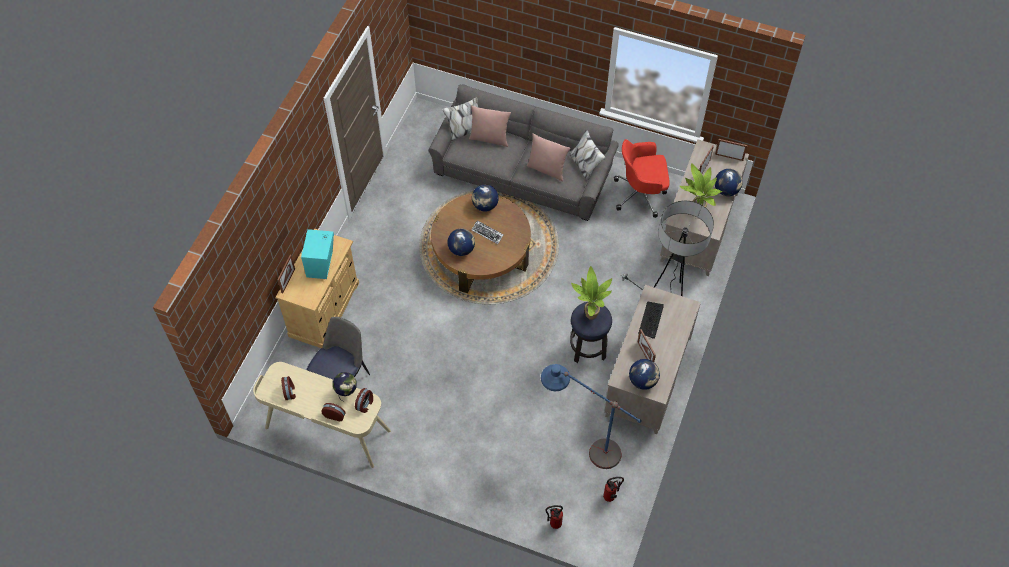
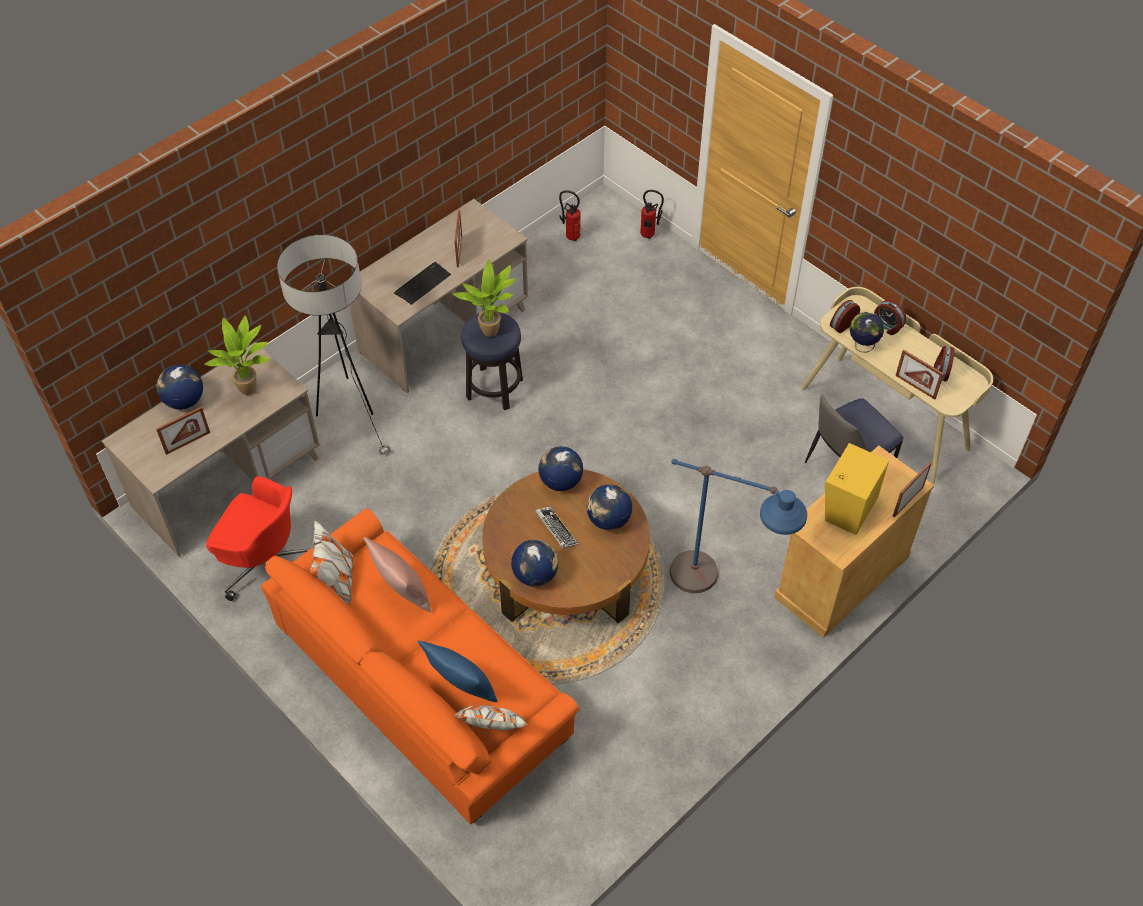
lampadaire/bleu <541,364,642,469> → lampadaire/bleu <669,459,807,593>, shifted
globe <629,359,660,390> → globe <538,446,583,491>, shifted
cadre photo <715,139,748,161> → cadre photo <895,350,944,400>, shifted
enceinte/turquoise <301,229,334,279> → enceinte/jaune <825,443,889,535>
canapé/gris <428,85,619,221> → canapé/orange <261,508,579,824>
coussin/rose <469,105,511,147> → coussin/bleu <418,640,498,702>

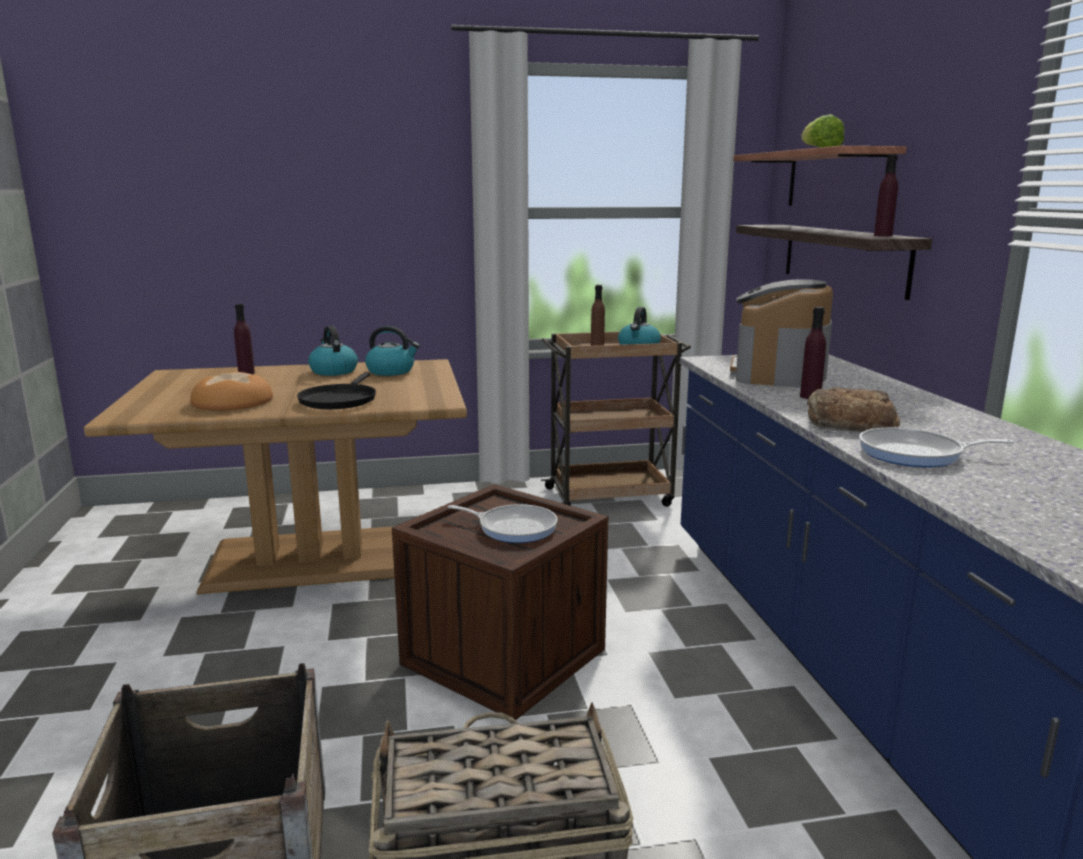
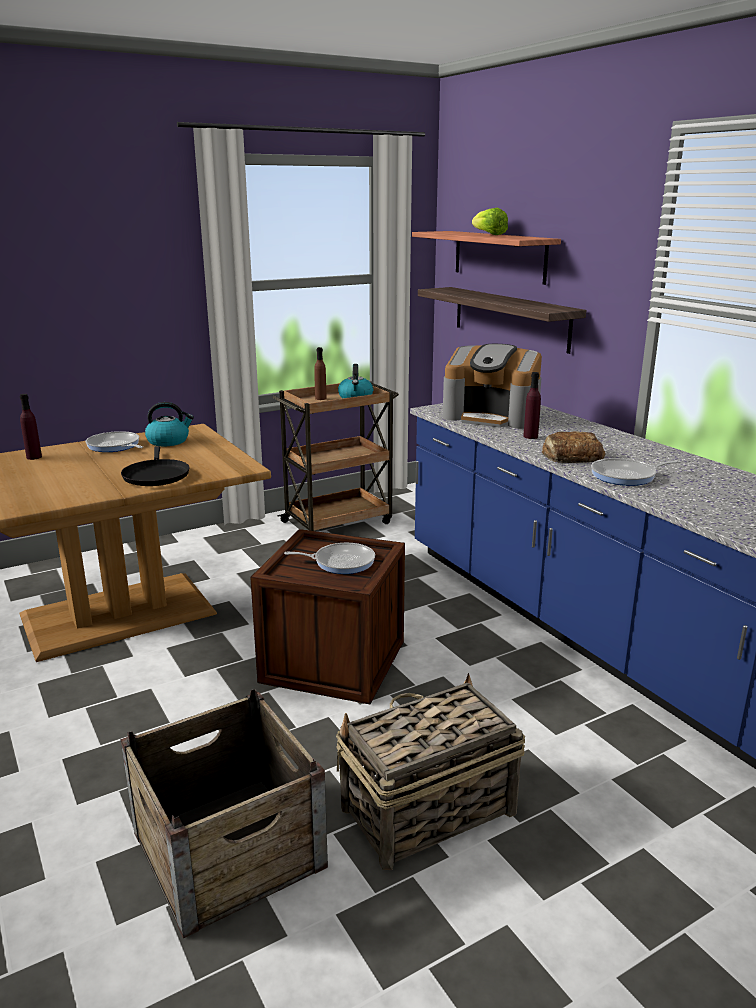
pain <190,372,273,411> → -
bouteille/violet <874,154,898,236> → -
bouilloire <308,326,358,376> → poêle <86,431,143,452>
machine à café <730,279,833,387> → machine à café <443,344,542,429>, 60 degrees counterclockwise

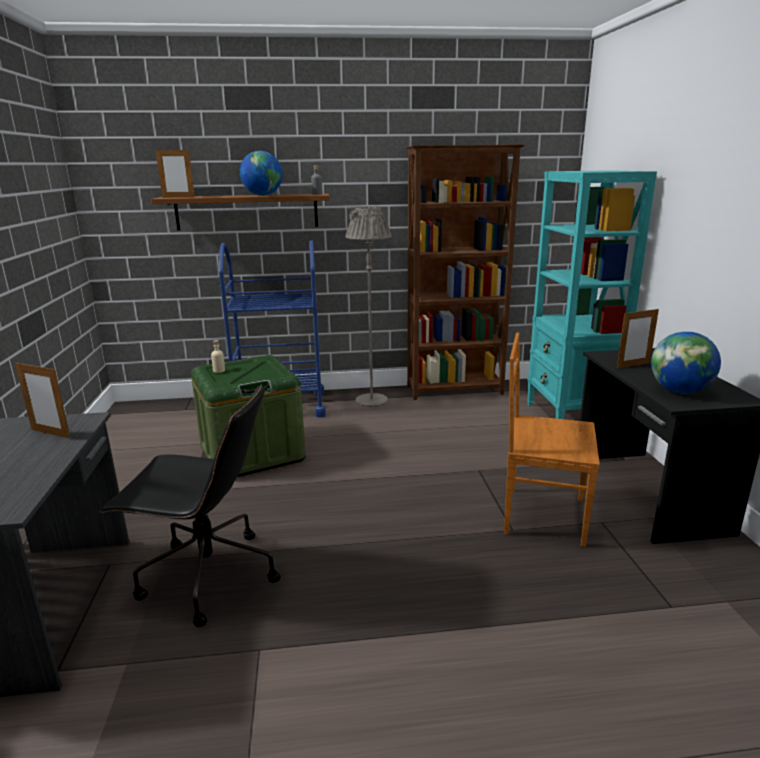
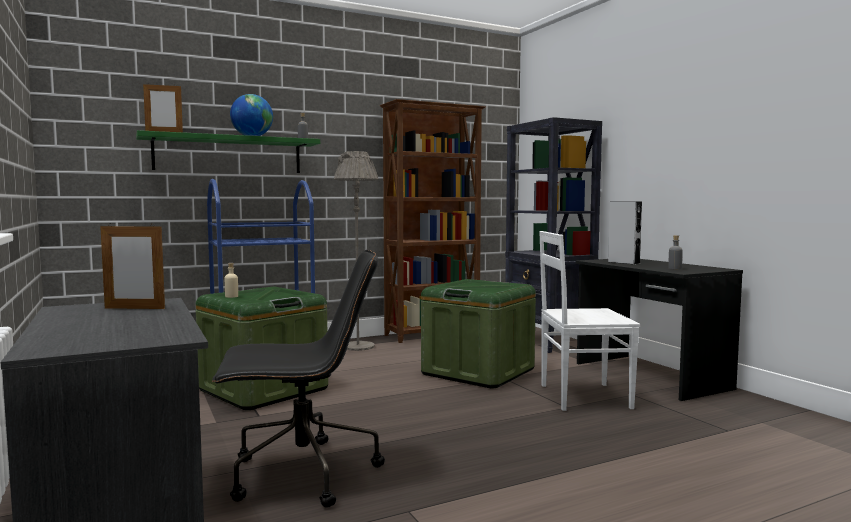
- → boîte de rangement/vert <421,279,536,388>
cadre photo <617,309,659,368> → enceinte/gris <608,202,642,265>
globe <651,331,721,394> → bouteille/gris <668,235,683,270>
étagère/marron <151,194,330,230> → étagère/vert <136,130,320,173>
chaise/marron <504,333,600,547> → chaise/blanc <539,231,640,411>
bibliothèque/turquoise <527,170,657,419> → bibliothèque/noir <505,117,602,353>

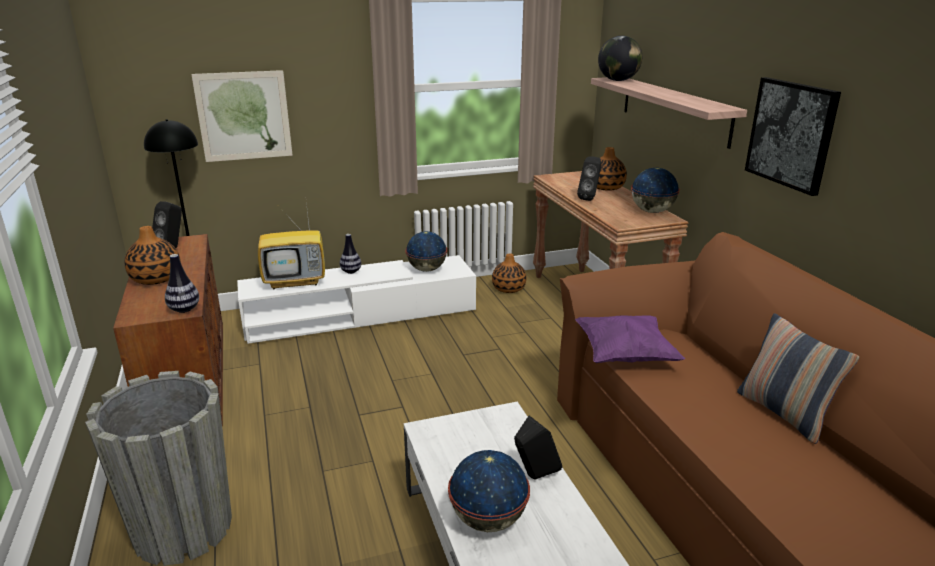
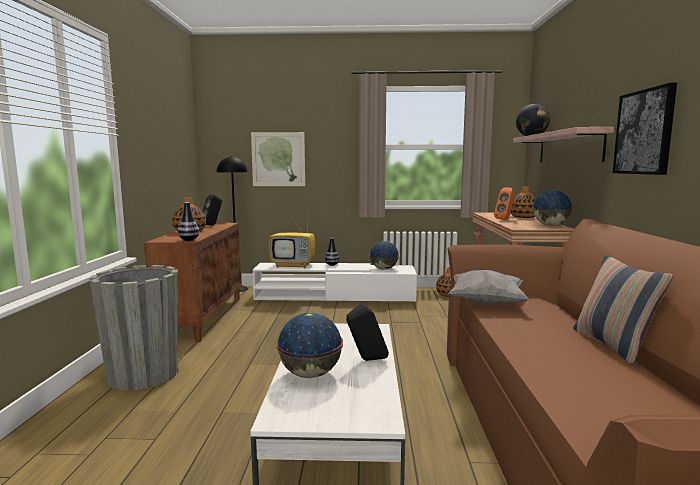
coussin/violet <575,316,685,363> → coussin/gris <449,270,530,305>
enceinte/noir <577,156,601,201> → enceinte/orange <494,188,515,220>

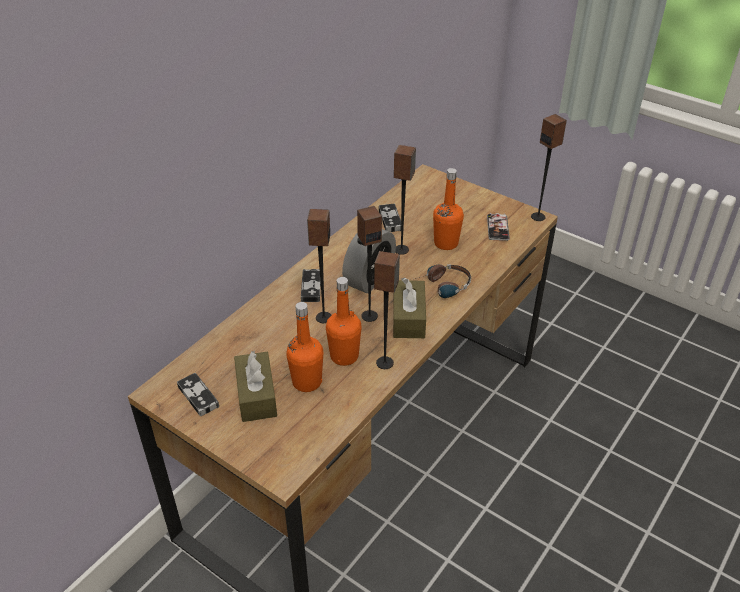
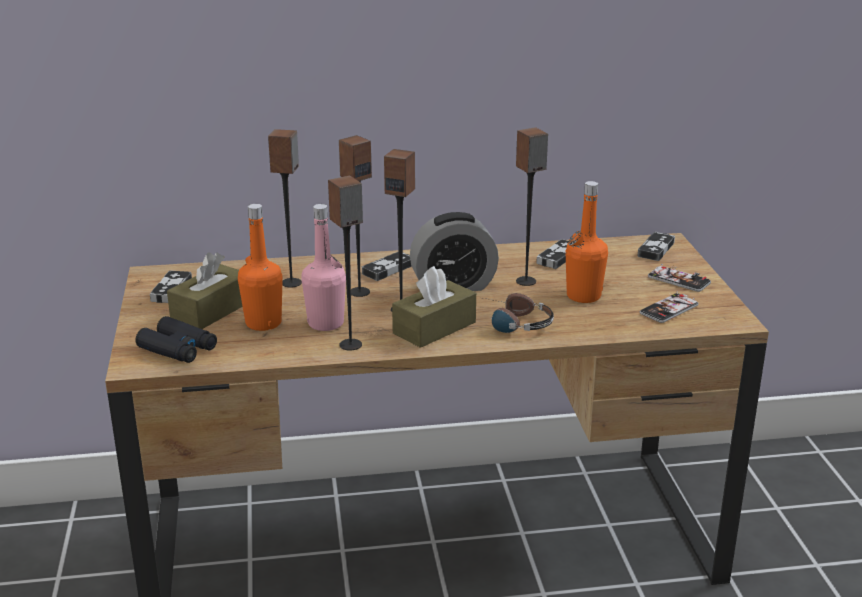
- → jumelles/noir <136,316,217,363>
- → manette <637,232,675,261>
- → téléphone <648,264,711,292>
enceinte <531,114,567,221> → enceinte <268,129,302,288>, shifted
bouteille/orange <326,277,362,366> → bouteille/rose <301,204,346,331>

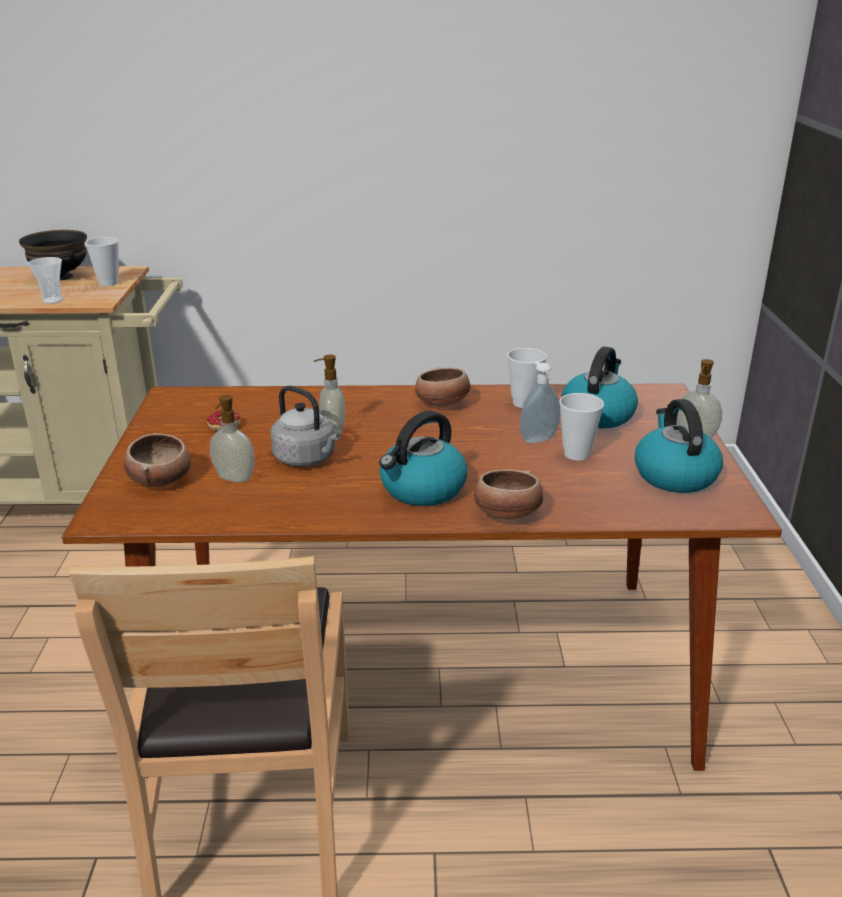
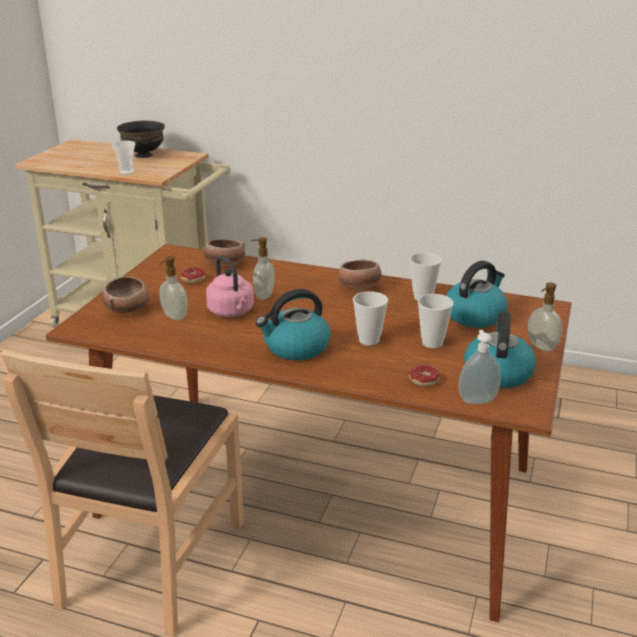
- → beignet <409,365,440,386>
tasse <85,237,119,286> → tasse <353,291,388,346>, shifted
bol <474,469,543,520> → bol <204,239,245,267>, shifted
distributeur de savon <520,361,560,443> → distributeur de savon <458,330,501,404>, shifted
bouilloire/gris <271,386,340,467> → bouilloire/rose <206,256,254,317>

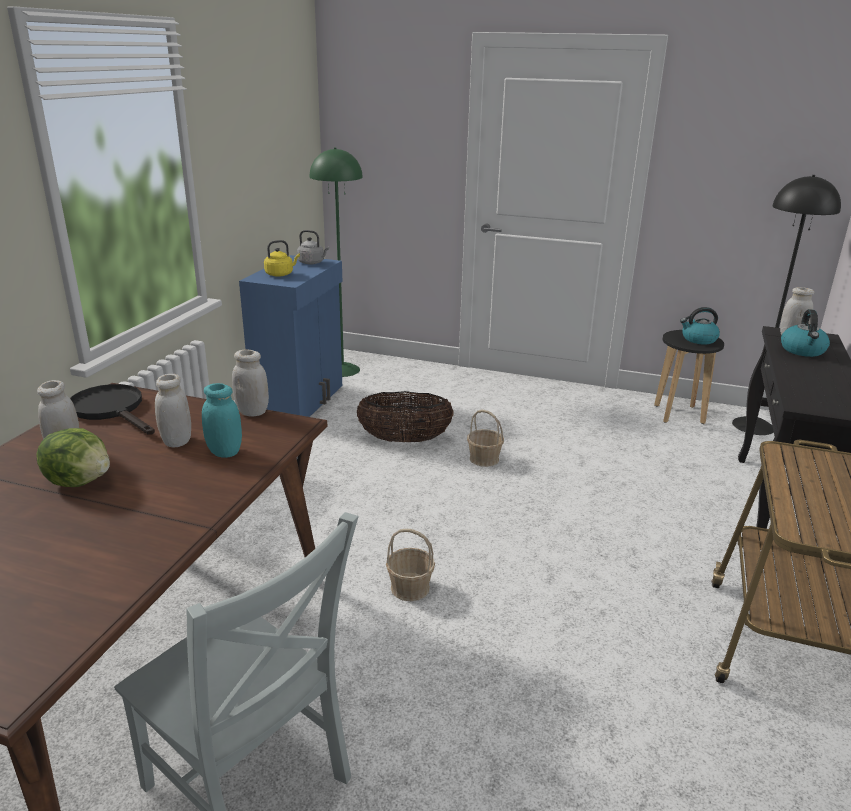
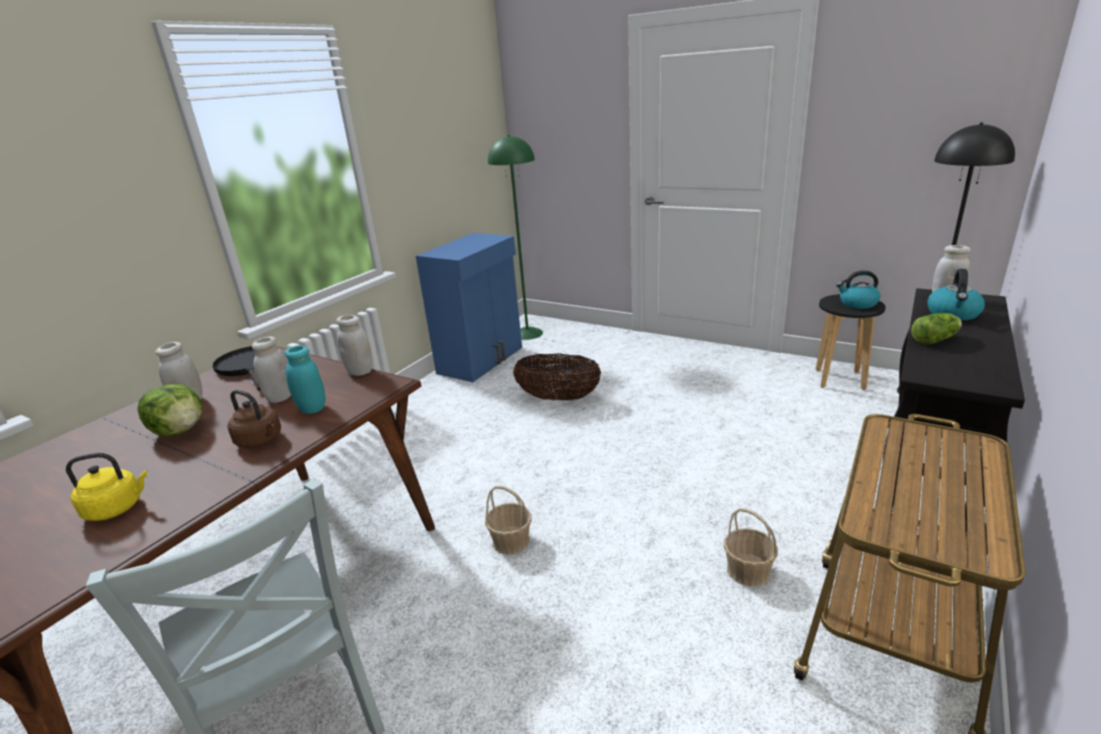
bouilloire/gris <297,230,329,265> → -
- → bouilloire/marron <227,390,281,448>
- → laitue <911,313,962,344>
bouilloire/jaune <264,240,300,277> → bouilloire/jaune <66,453,148,521>, shifted
panier <467,410,504,467> → panier <724,508,778,587>, shifted

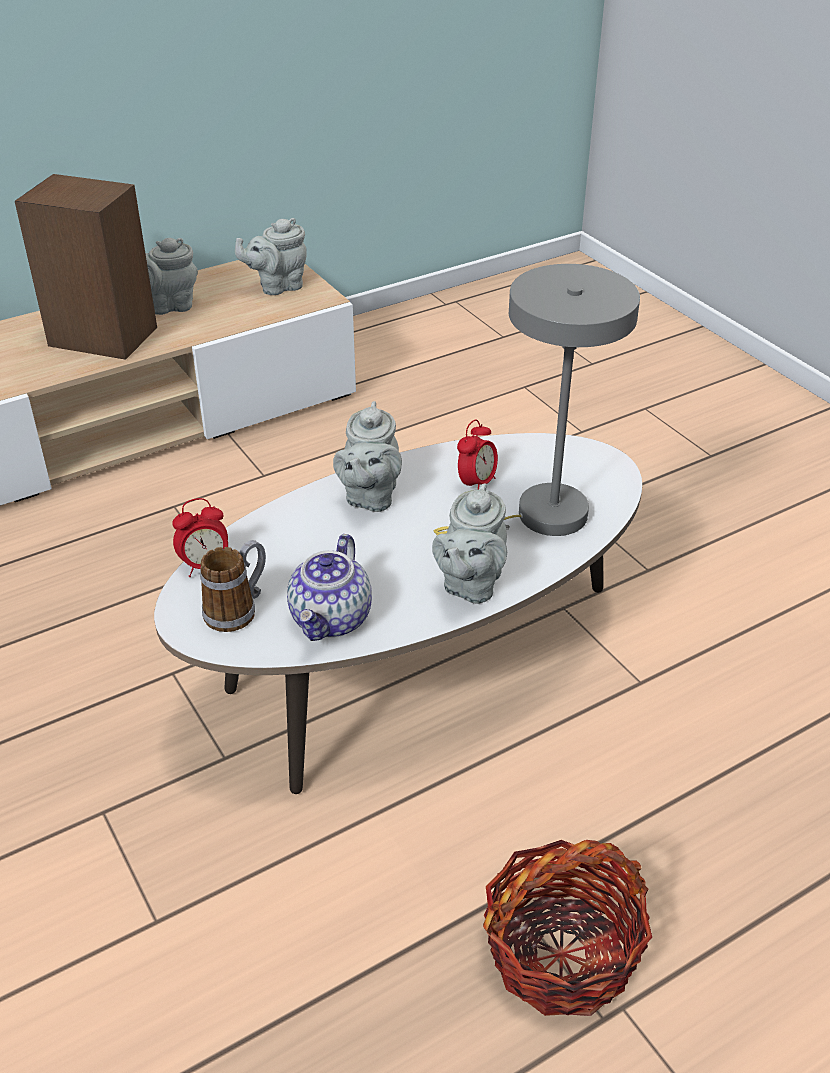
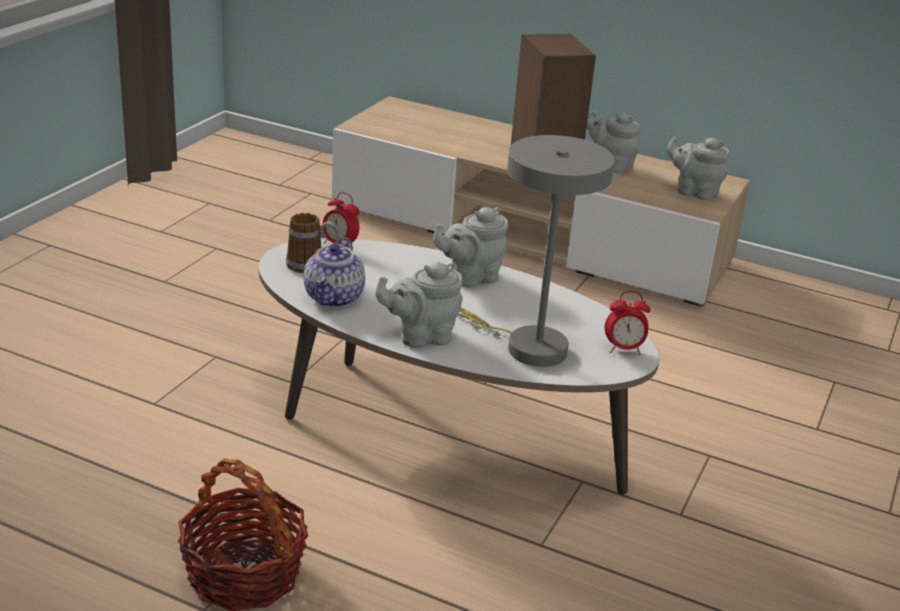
réveil <457,420,498,490> → réveil <605,291,651,355>, shifted
théière <287,534,372,641> → théière <304,237,365,308>, 60 degrees counterclockwise

